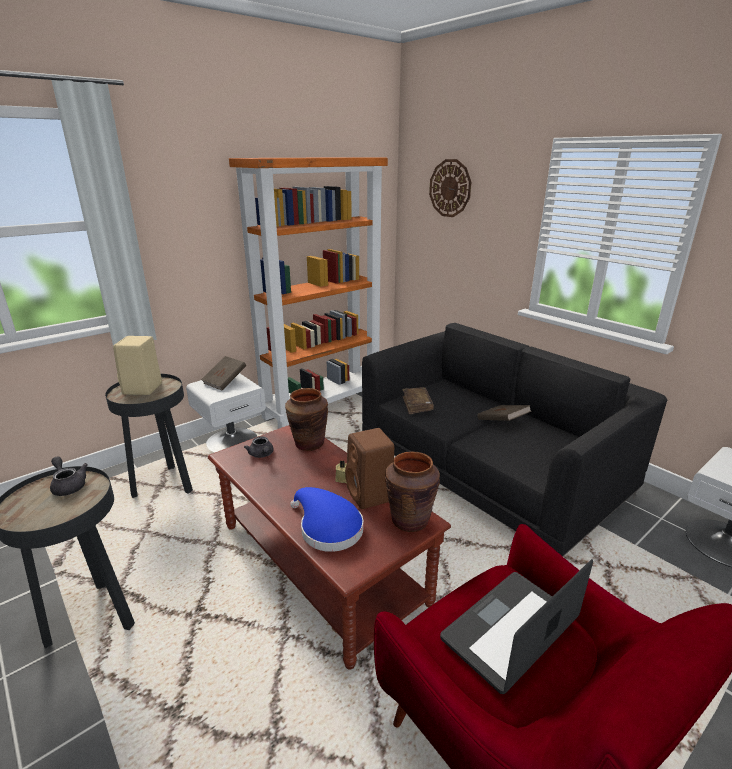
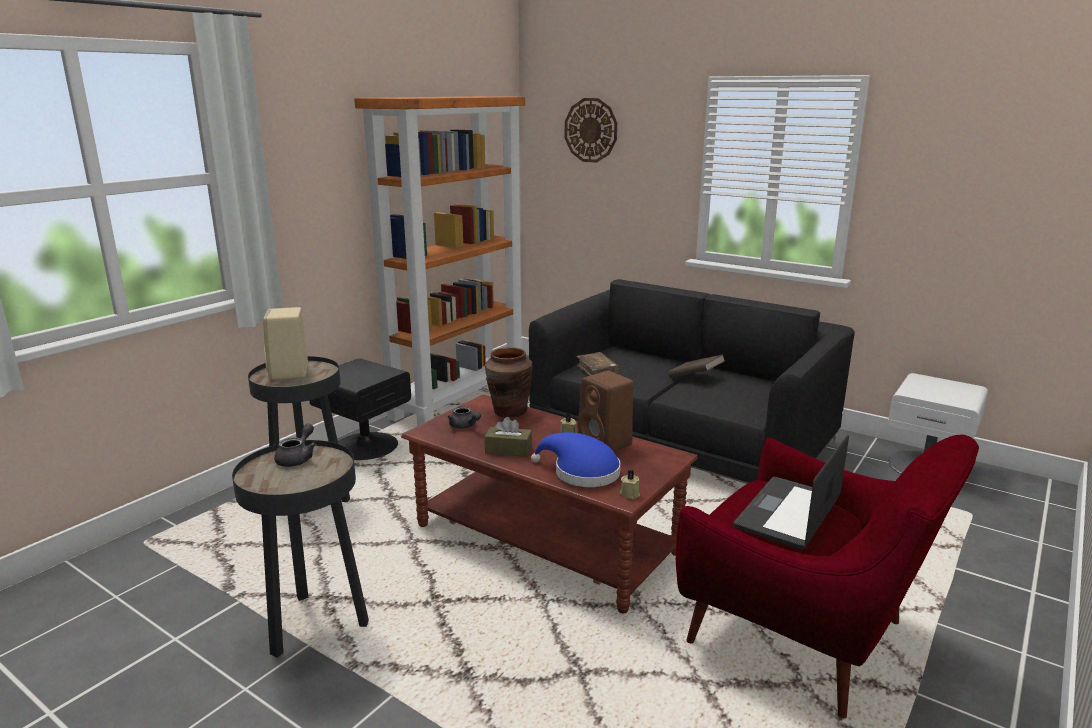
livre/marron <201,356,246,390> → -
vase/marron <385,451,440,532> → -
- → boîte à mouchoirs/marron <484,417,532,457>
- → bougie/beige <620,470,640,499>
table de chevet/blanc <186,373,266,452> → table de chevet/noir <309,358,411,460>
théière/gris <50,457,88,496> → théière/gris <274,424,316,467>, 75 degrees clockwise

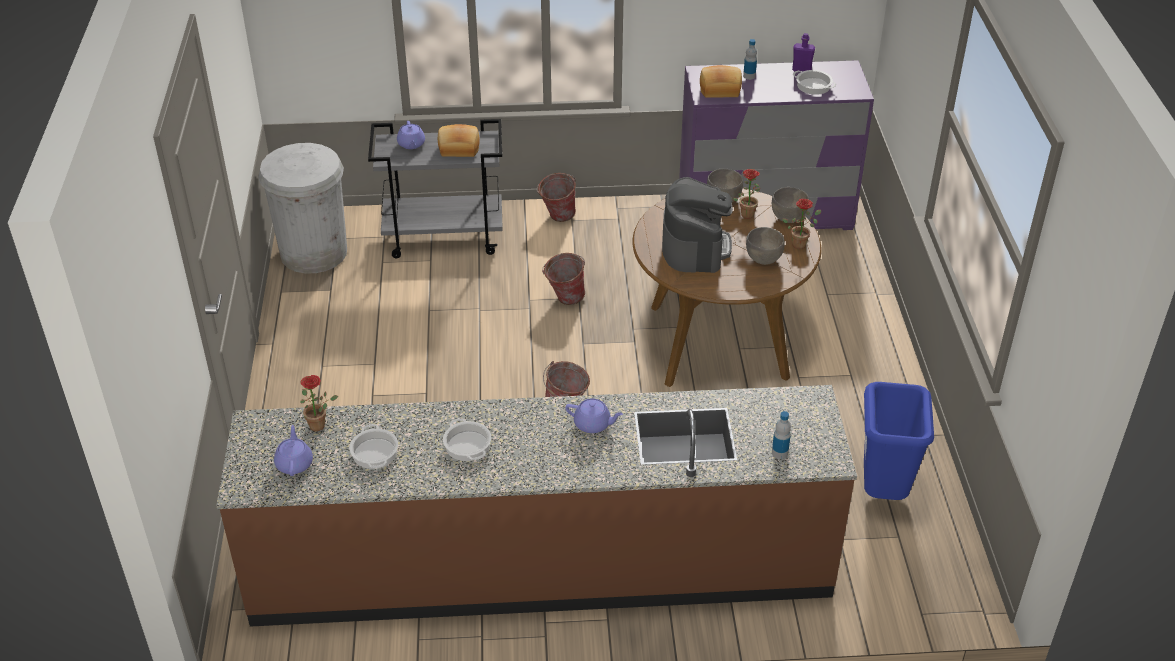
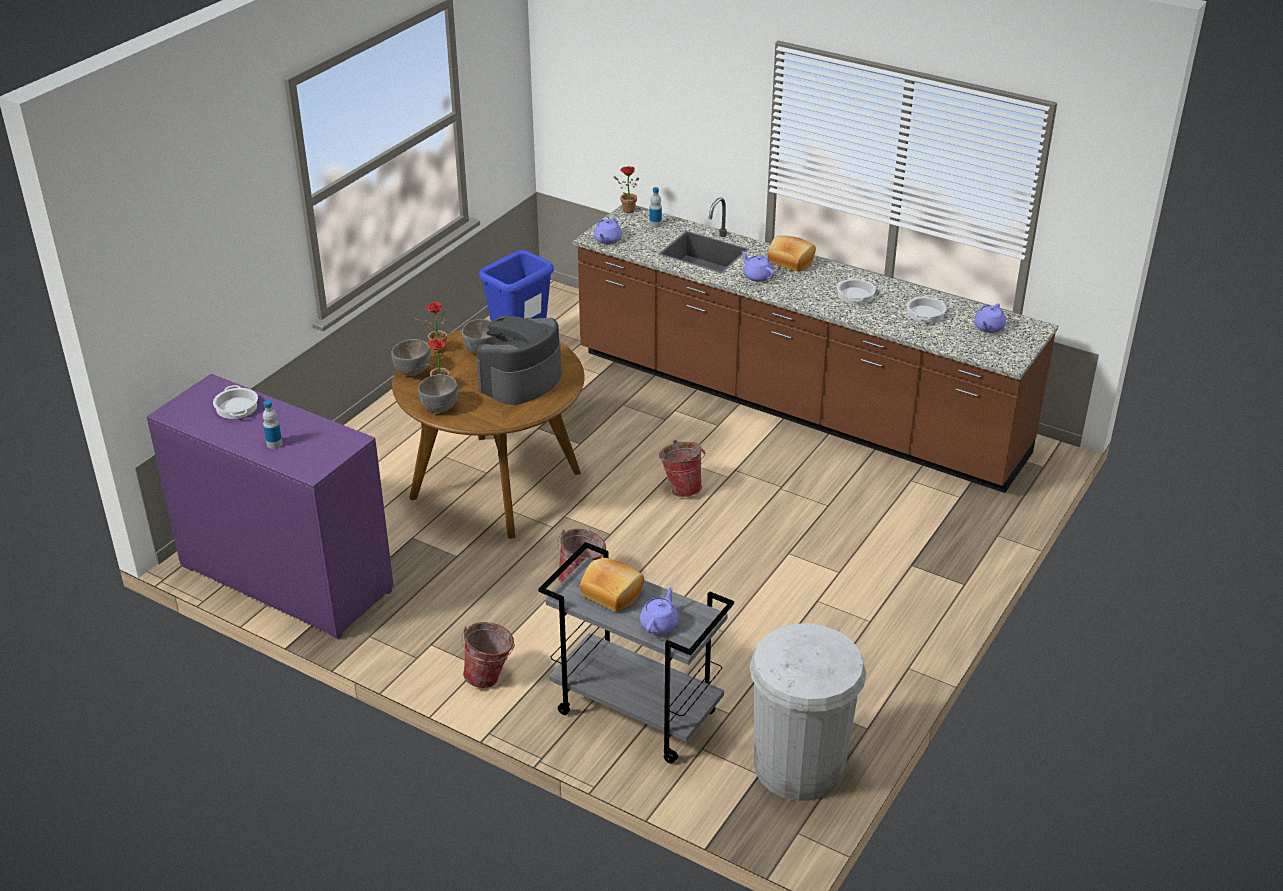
bouteille/violet <792,33,815,72> → -
- → théière/violet <594,217,622,244>
plante en pot <300,375,338,431> → plante en pot <614,166,639,213>, shifted
pain <700,65,742,98> → pain <767,235,816,272>, shifted

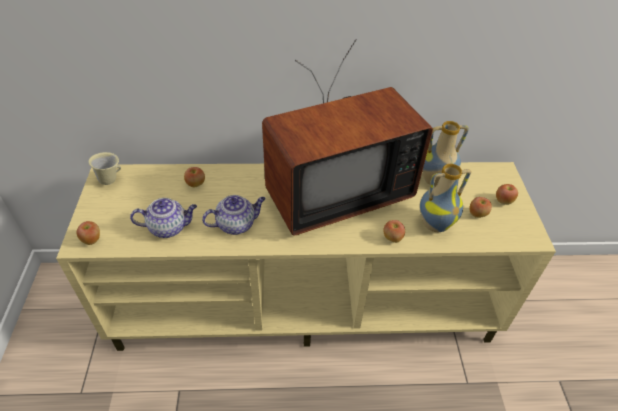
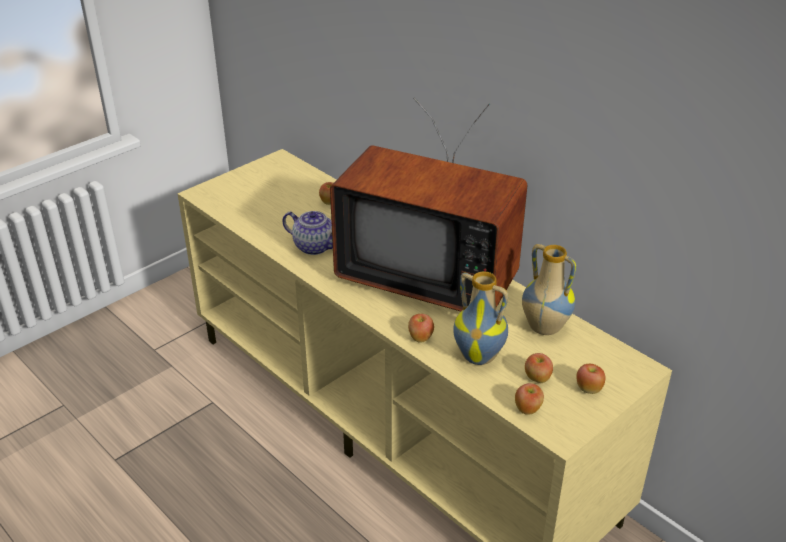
mug/beige <88,152,121,185> → -
théière <130,198,197,238> → -
pomme <76,221,100,245> → pomme <515,383,544,415>, shifted

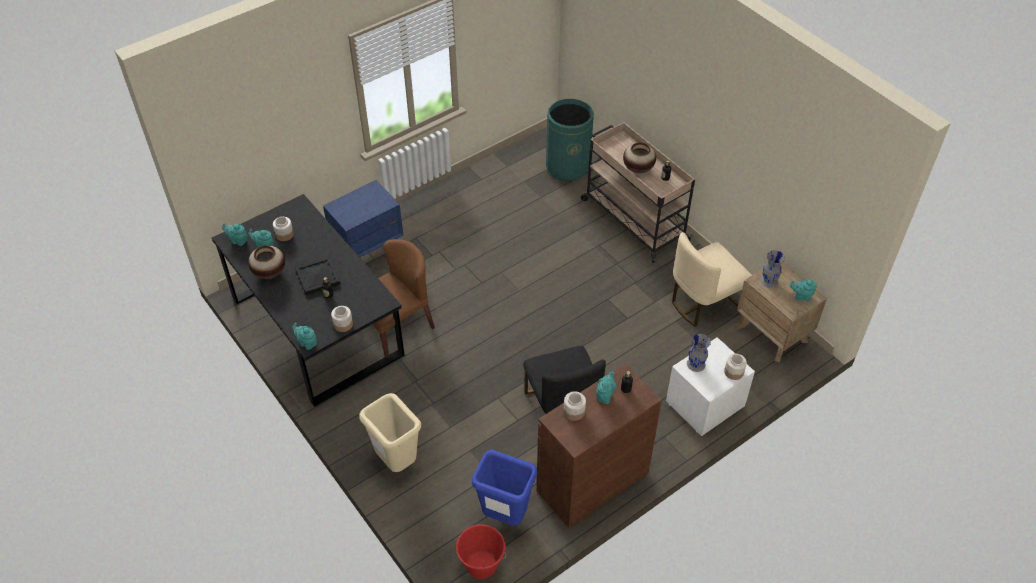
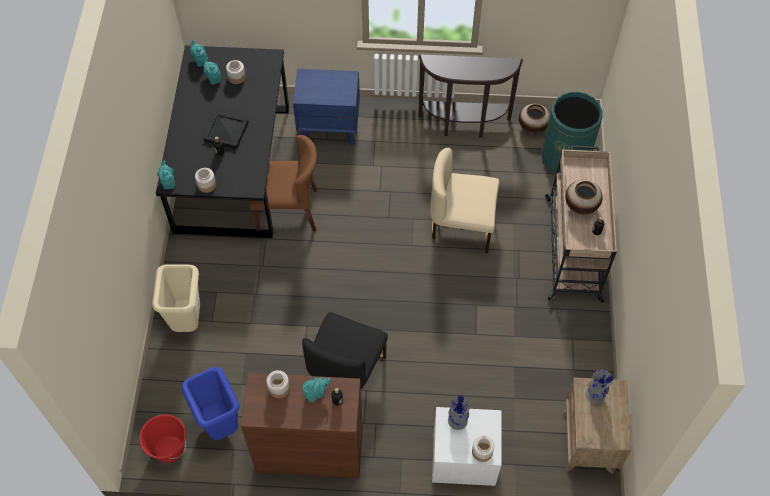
théière/turquoise <790,280,817,301> → -
- → table console/marron <419,54,523,138>
vase <248,245,285,279> → vase <519,104,550,134>, shifted
chaise/beige <672,232,752,327> → chaise/beige <430,148,499,253>, shifted

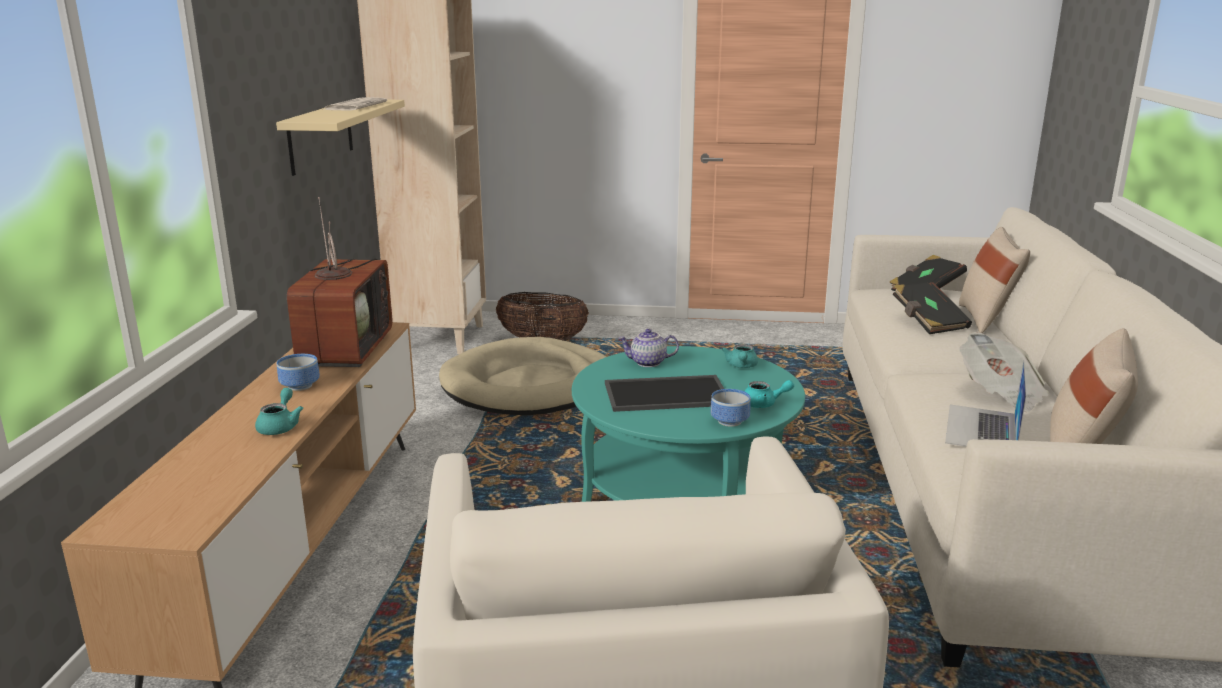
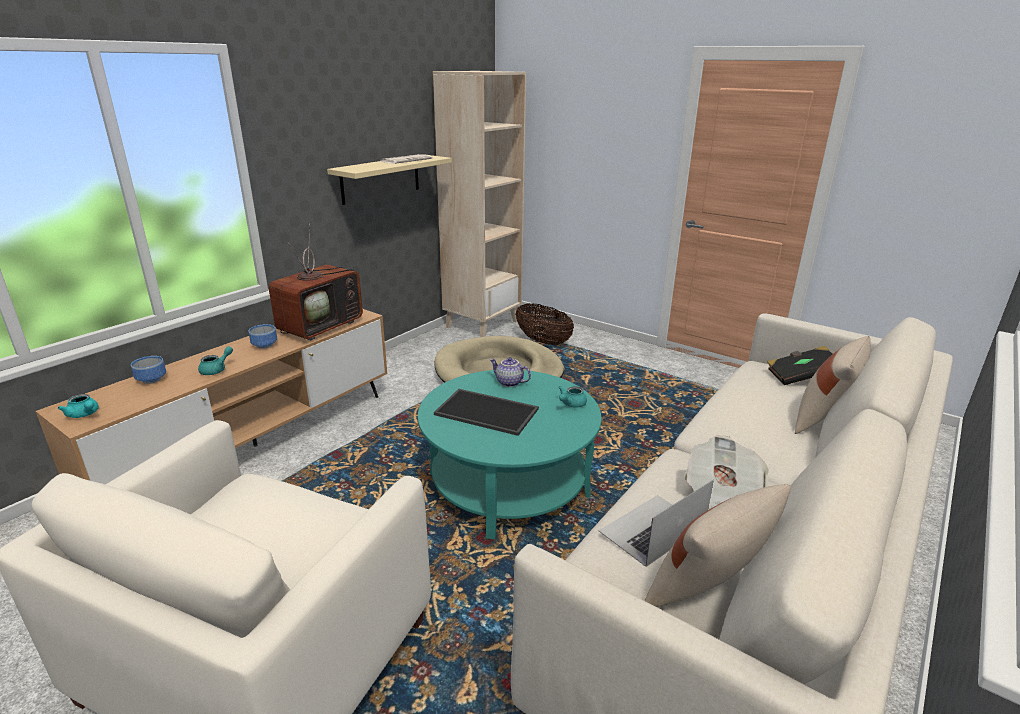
livre/noir <893,282,972,334> → -
bol <710,389,751,427> → bol <131,356,166,384>, shifted
théière/turquoise <744,380,794,408> → théière/turquoise <58,394,99,418>, shifted

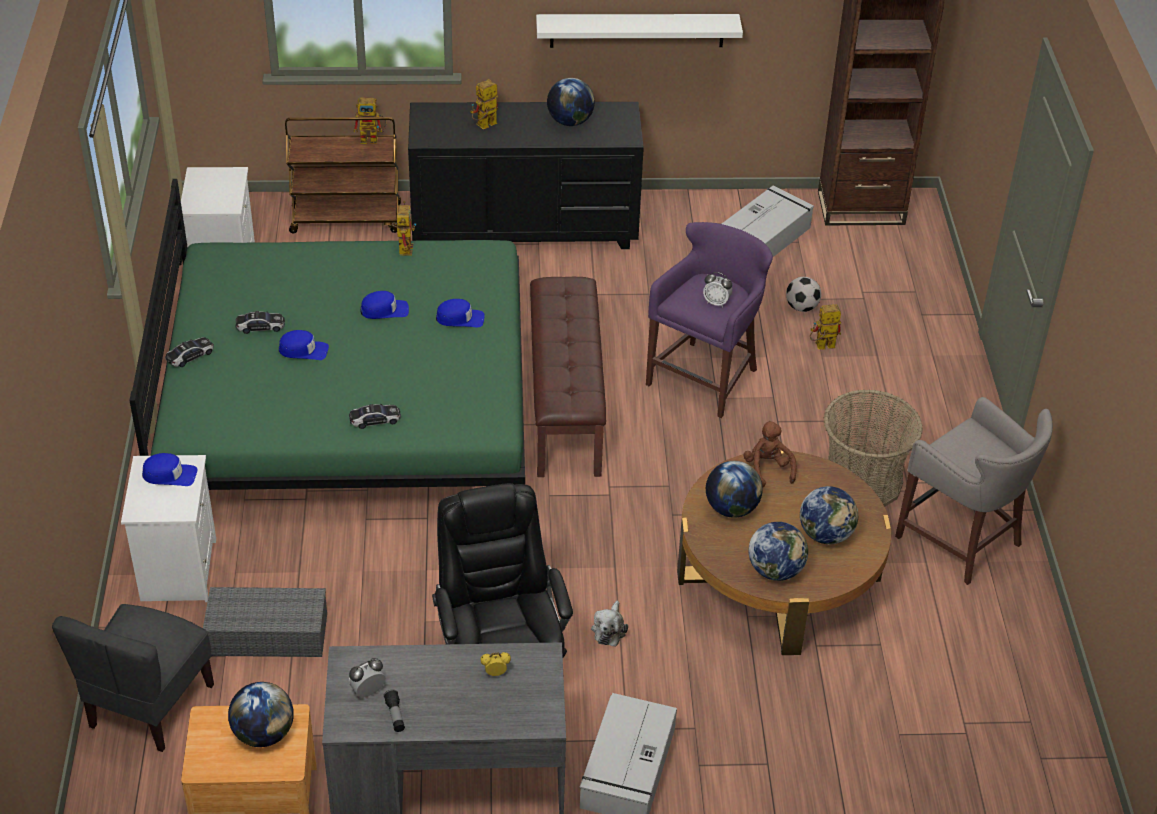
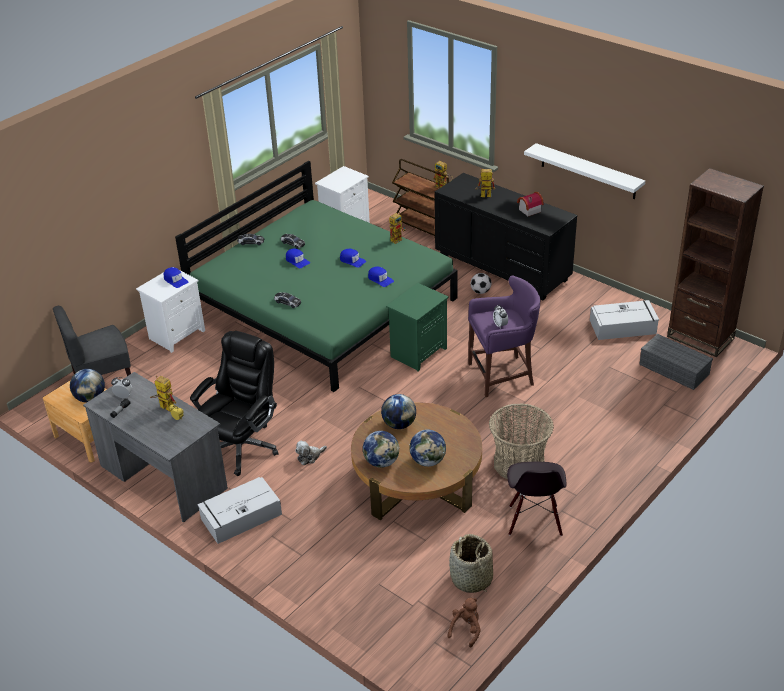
- → panier <449,534,493,593>
boîte de rangement/gris <203,587,327,657> → boîte de rangement/gris <639,334,713,390>, shifted
peluche/marron <743,421,797,487> → peluche/marron <447,598,481,648>, shifted
ballon de foot <786,277,821,312> → ballon de foot <470,273,491,294>, shifted
robot jouet <810,304,841,350> → robot jouet <150,376,177,411>, shifted
banc/marron <530,277,606,477> → table de chevet/vert <386,283,449,372>
globe <547,78,595,126> → maison miniature <517,192,544,216>
tabouret/gris <895,397,1053,585> → chaise/noir <507,462,566,536>

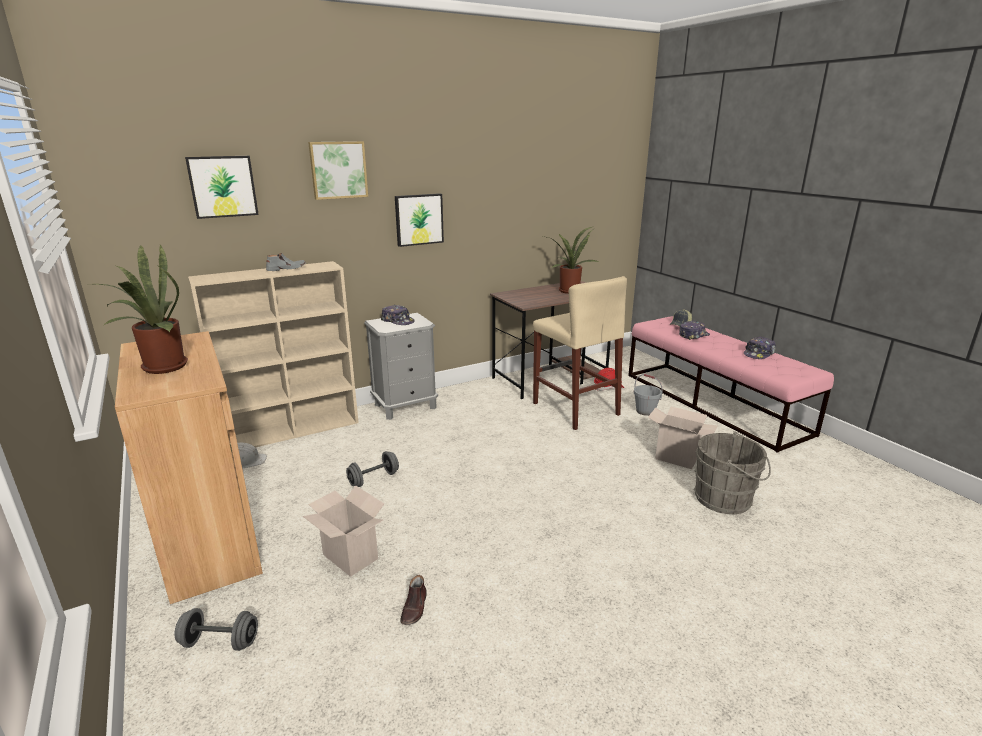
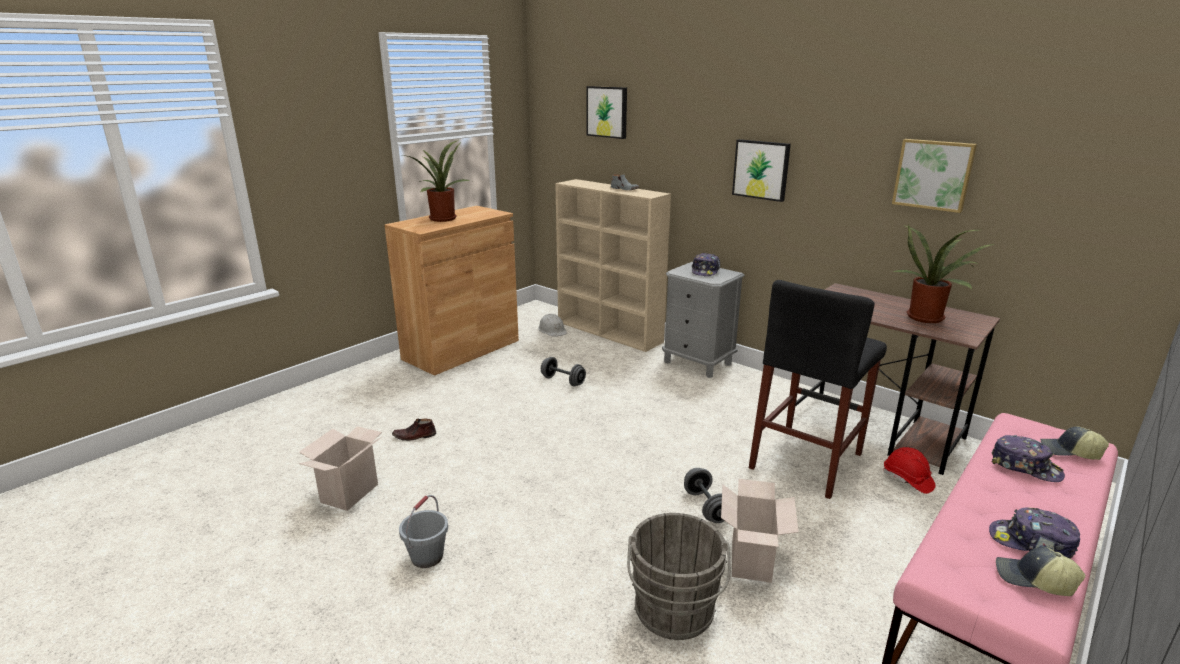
- → casquette <996,547,1085,596>
haltère/gris <174,608,258,651> → haltère/gris <684,468,724,523>, shifted
carton <303,486,384,577> → carton <299,426,382,511>, shifted
tableau <308,141,368,200> → tableau <892,139,977,213>, shifted
seau/gris <634,374,663,416> → seau/gris <399,495,448,568>, shifted
tabouret/beige <533,276,627,430> → tabouret/noir <749,280,887,499>

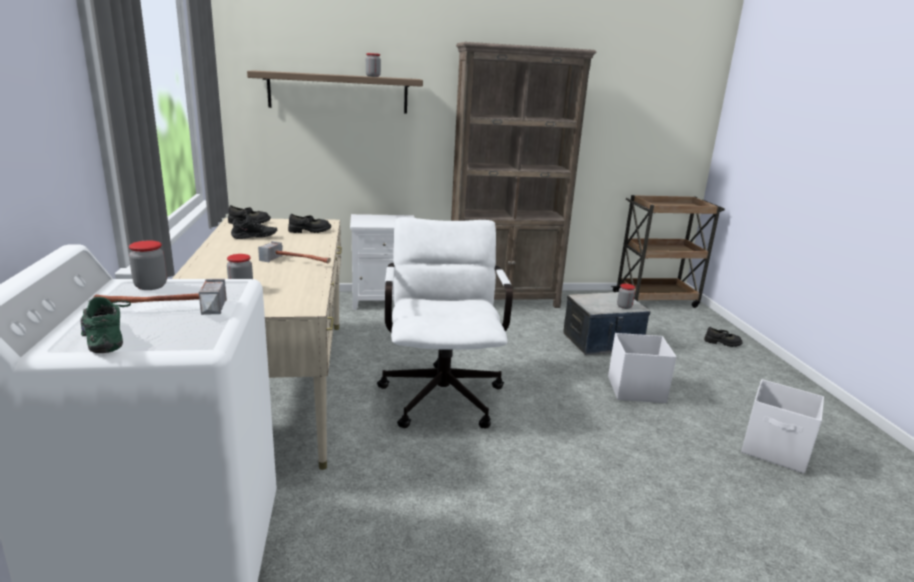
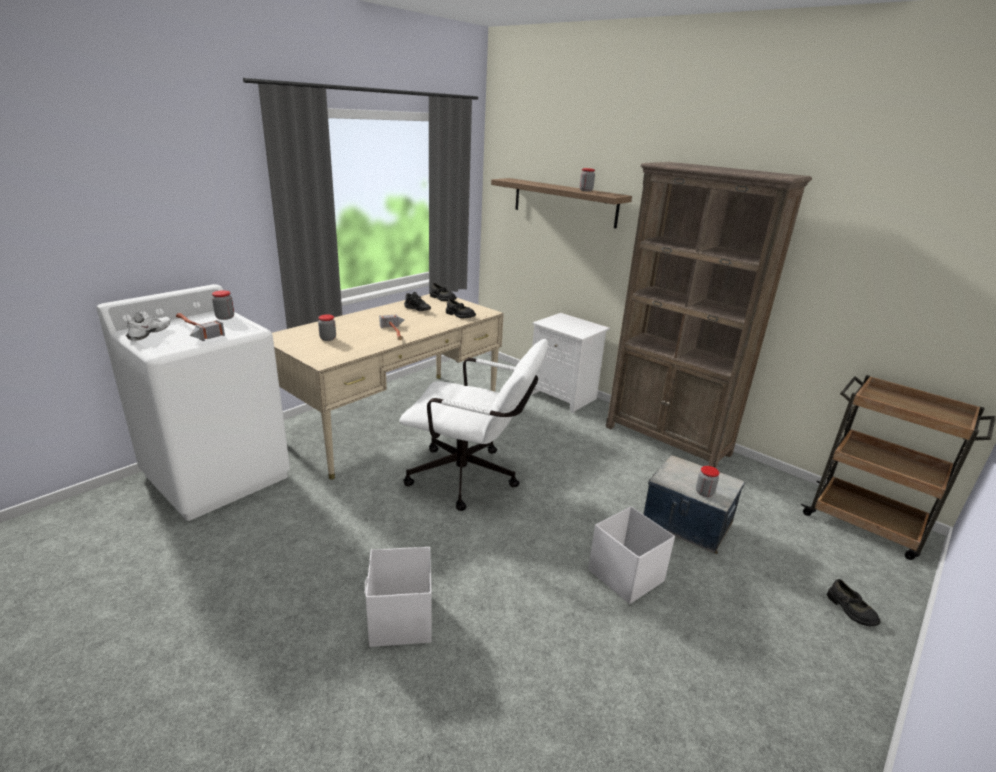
boîte de rangement/blanc <741,379,824,474> → boîte de rangement/blanc <364,547,432,647>, shifted
chaussure/vert <80,297,131,353> → chaussure/blanc <126,312,170,341>
chaise de bureau/blanc <377,217,513,429> → chaise de bureau/blanc <399,339,548,511>, 60 degrees clockwise

